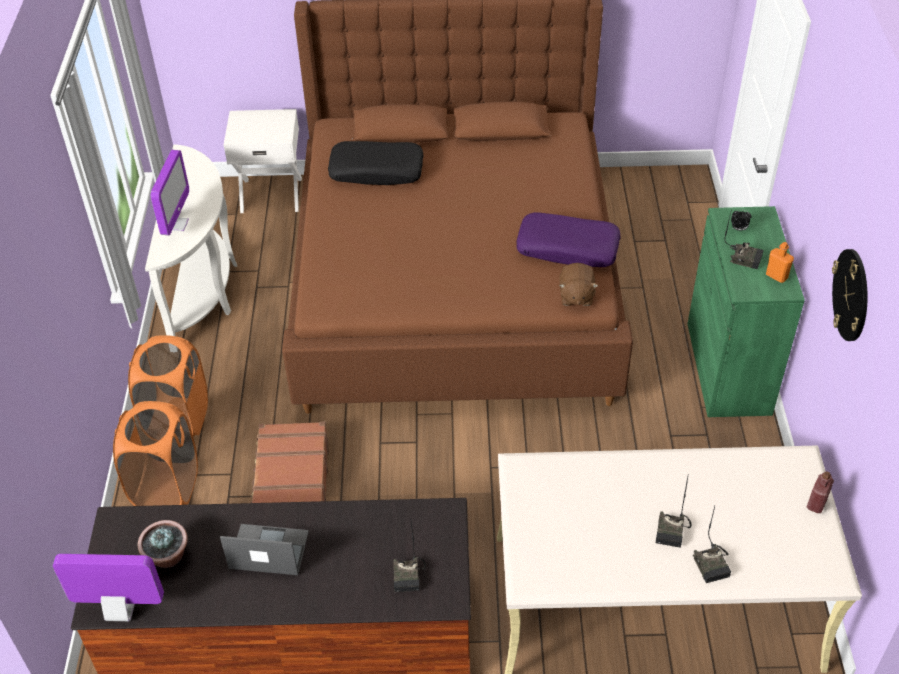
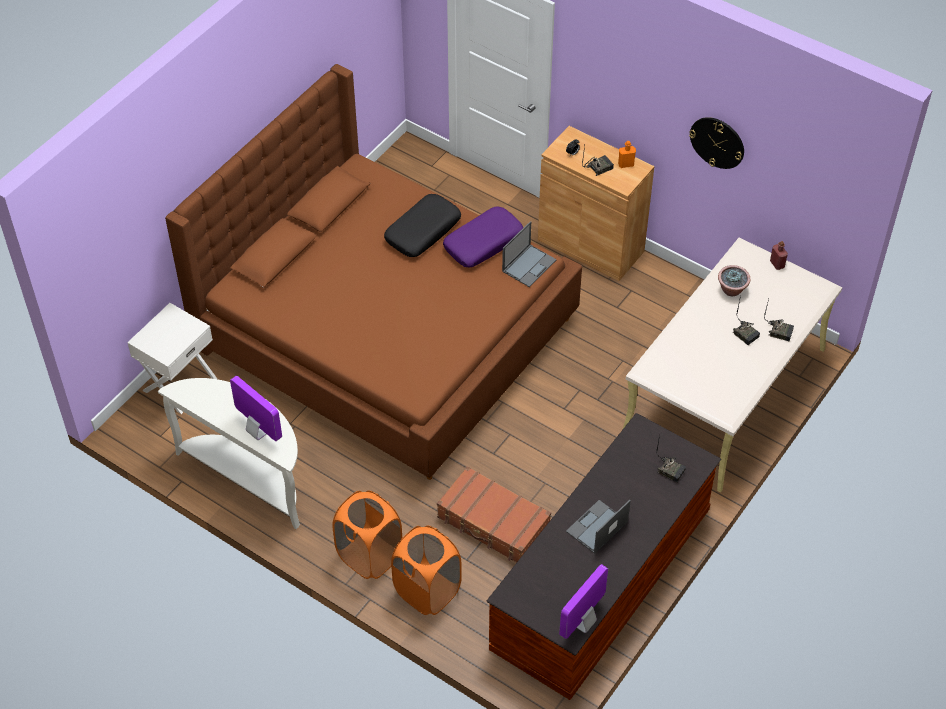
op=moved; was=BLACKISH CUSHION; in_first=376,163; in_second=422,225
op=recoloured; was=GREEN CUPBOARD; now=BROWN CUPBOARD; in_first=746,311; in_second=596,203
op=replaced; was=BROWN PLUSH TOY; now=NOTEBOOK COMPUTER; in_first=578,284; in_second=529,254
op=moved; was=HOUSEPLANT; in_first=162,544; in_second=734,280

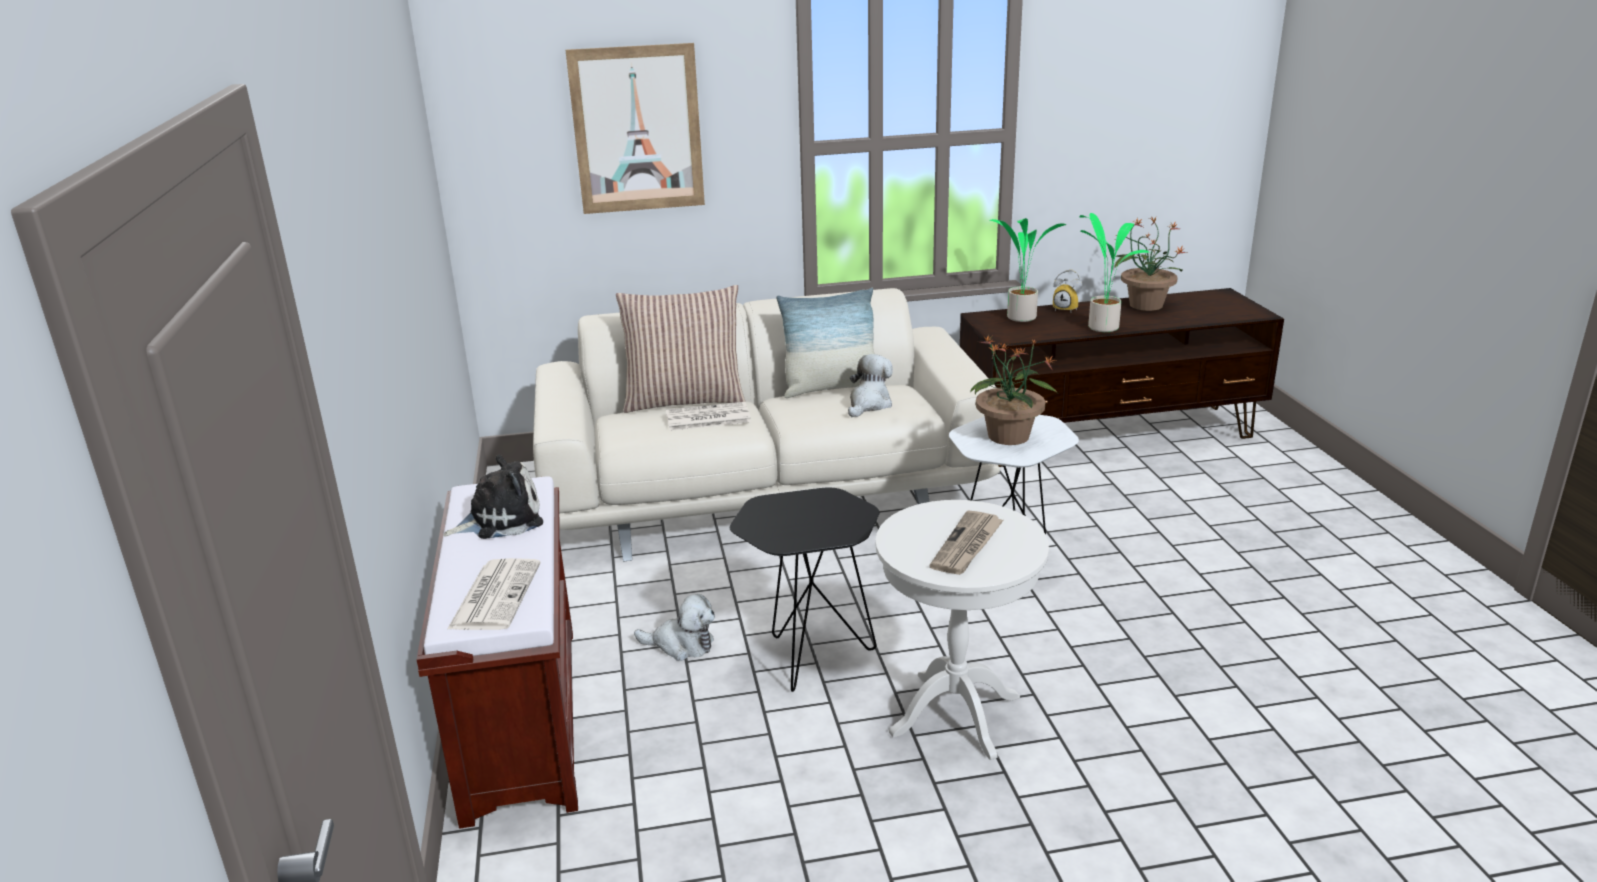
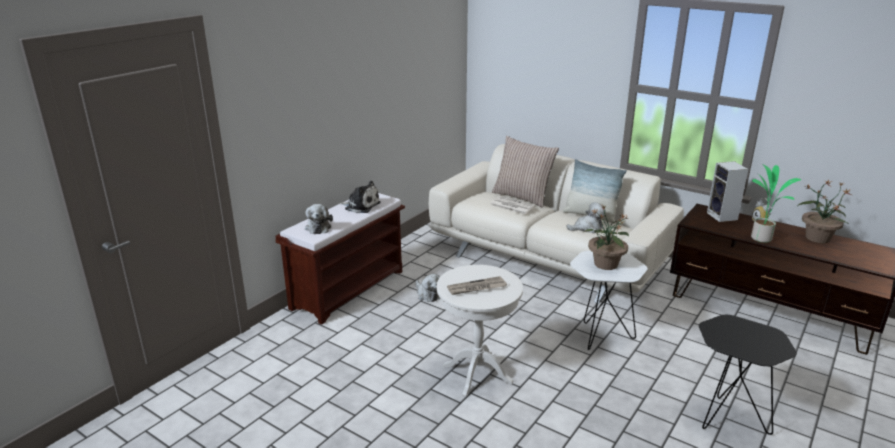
op=removed; was=WALL ART; in_first=635,128
op=replaced; was=HOUSEPLANT; now=SPEAKER; in_first=1027,270; in_second=727,191
op=moved; was=BLACKISH ACCENT TABLE; in_first=804,590; in_second=748,375
op=replaced; was=PRINTED PAPER; now=PLUSH TOY; in_first=494,594; in_second=319,219

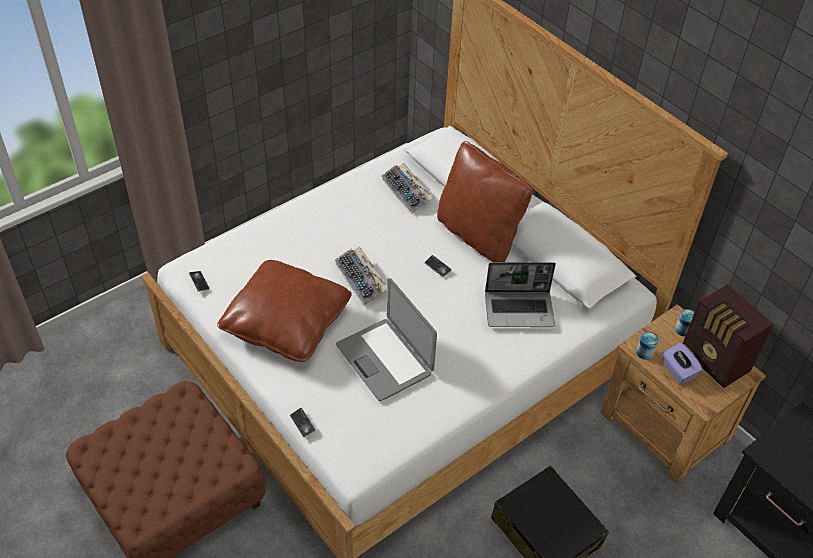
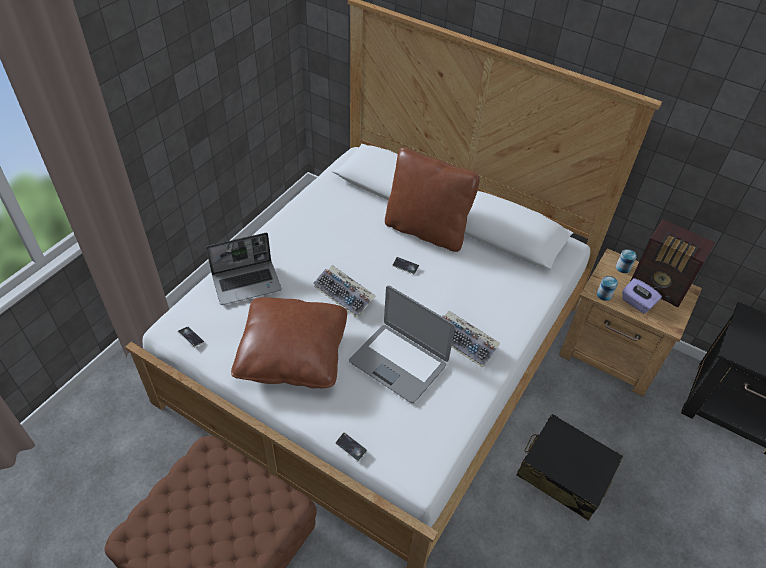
op=moved; was=PC KEYBOARD; in_first=407,188; in_second=471,339
op=moved; was=NOTEBOOK COMPUTER; in_first=520,294; in_second=244,269

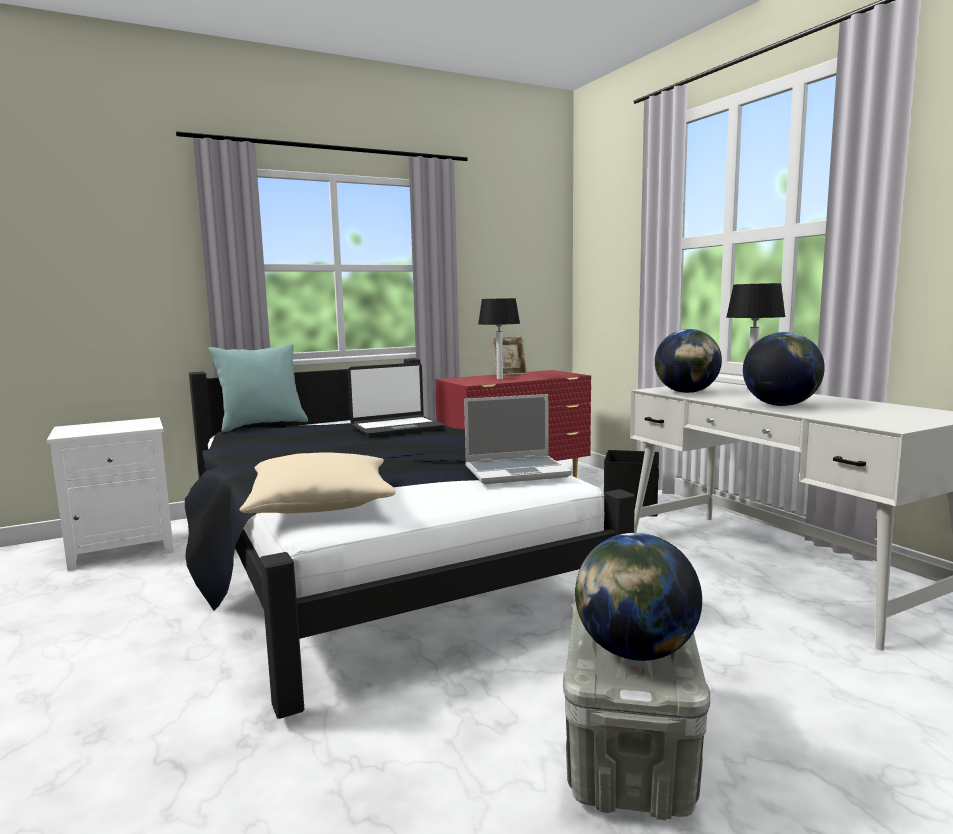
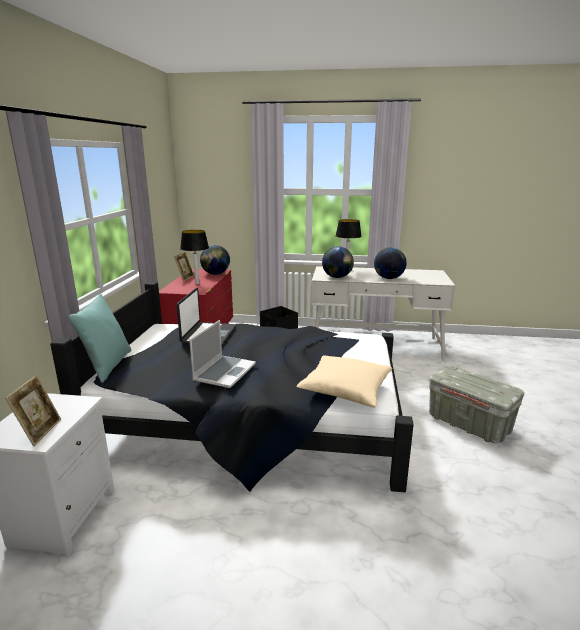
op=moved; was=NOTEBOOK COMPUTER; in_first=517,439; in_second=222,354
op=moved; was=GLOBE; in_first=638,597; in_second=215,260
op=added; now=PICTURE FRAME; in_second=33,410

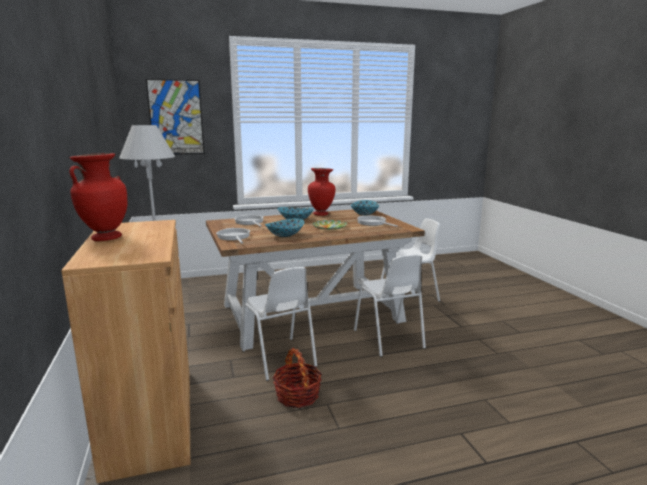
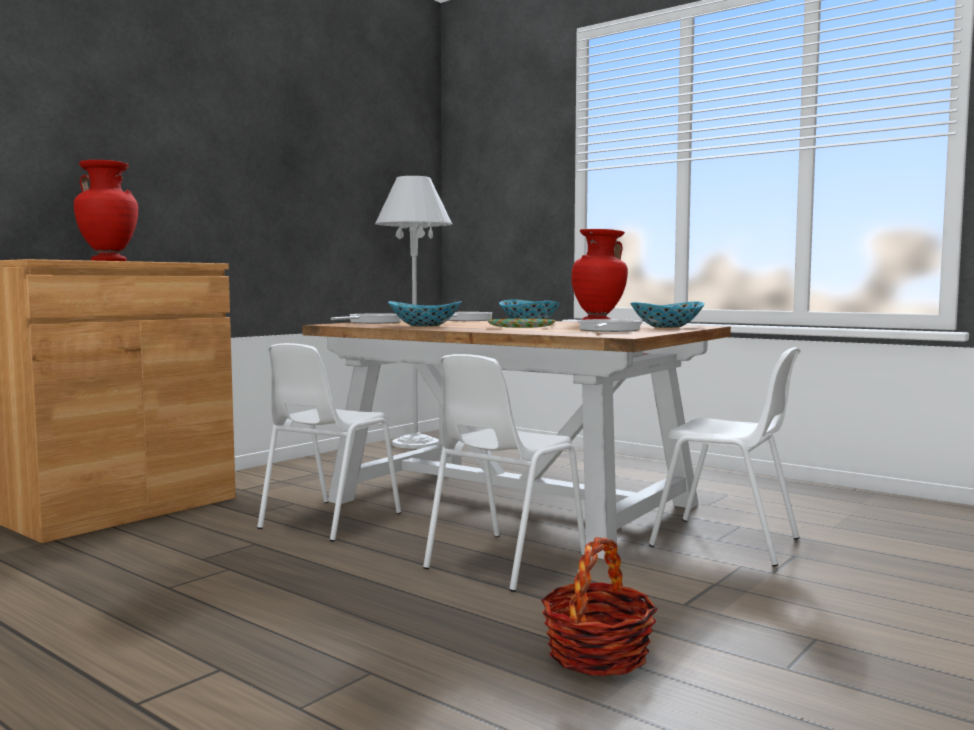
op=removed; was=WALL ART; in_first=175,117
op=moved; was=BASKET; in_first=297,378; in_second=599,607

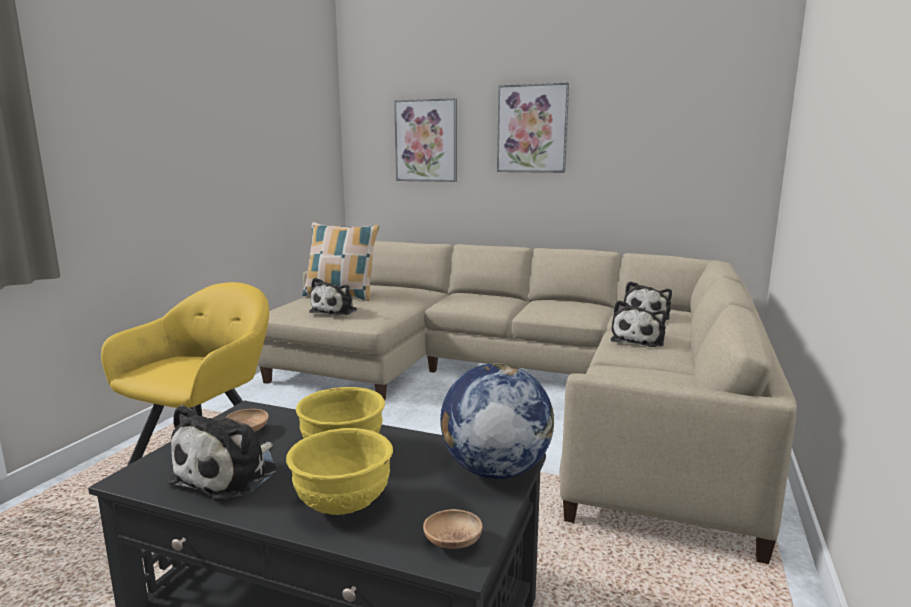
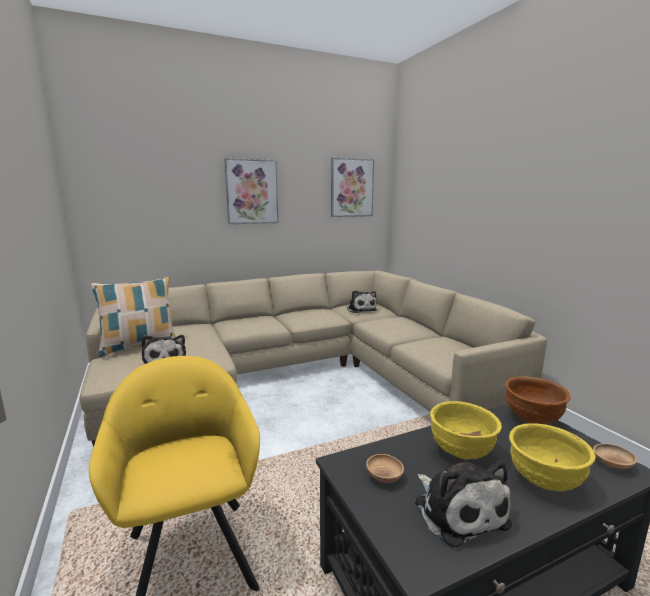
op=moved; was=WALL ART; in_first=425,140; in_second=352,187
op=removed; was=PLUSH TOY; in_first=639,323
op=replaced; was=GLOBE; now=BROWN SERVING BOWL; in_first=497,421; in_second=538,400

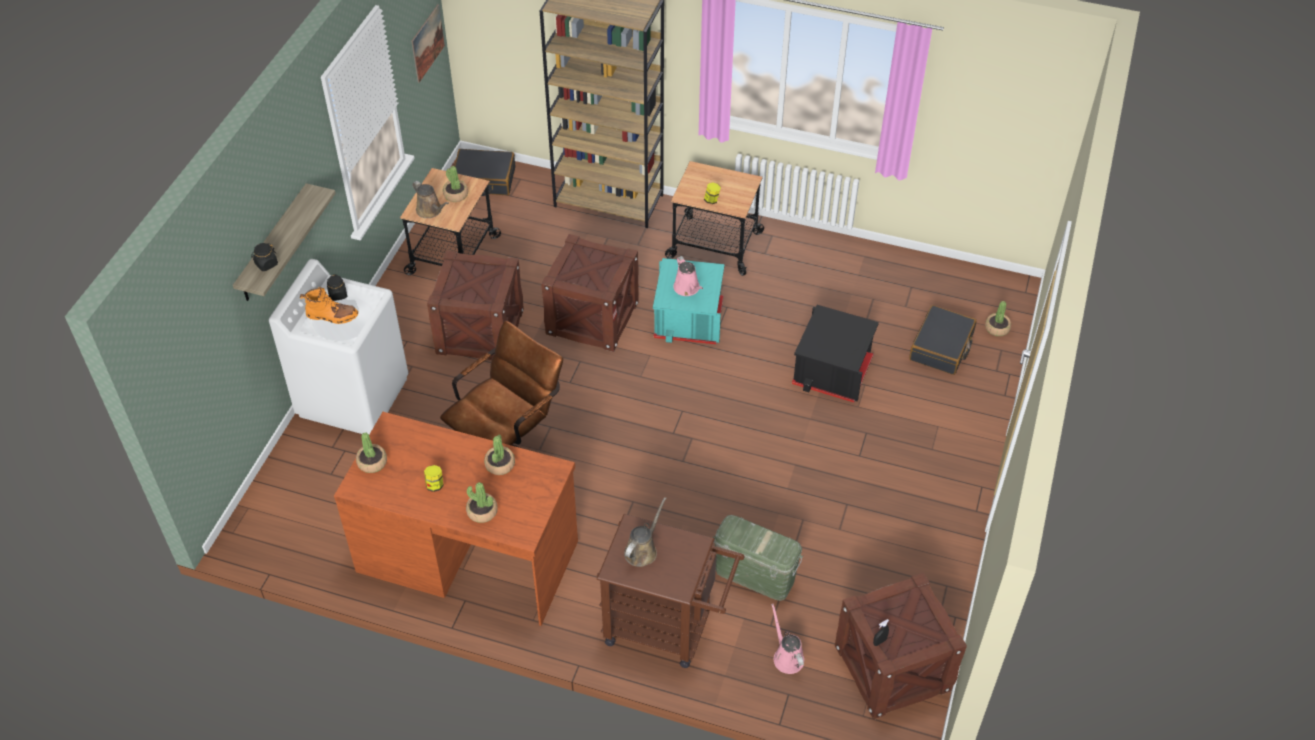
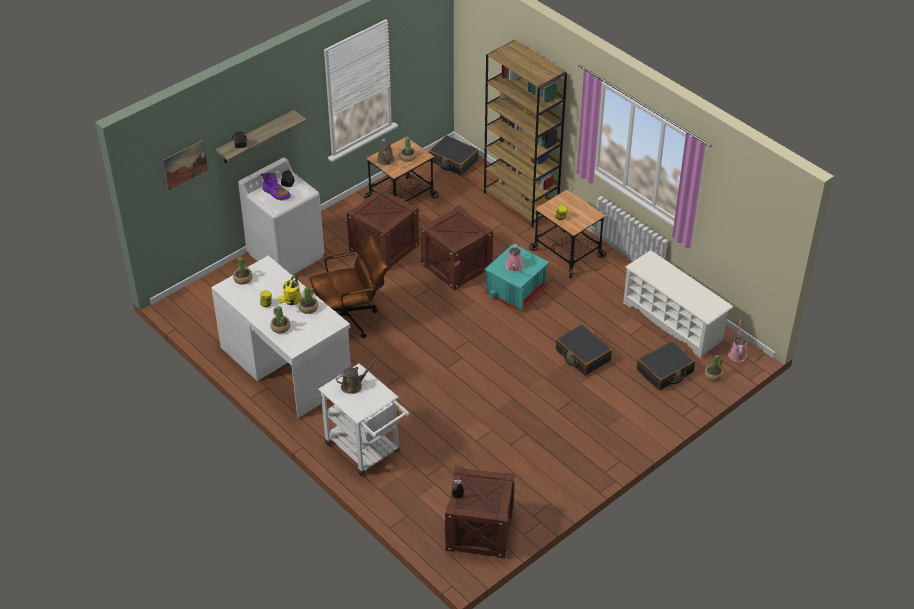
op=moved; was=WALL ART; in_first=428,43; in_second=185,165
op=recoloured; was=ORANGE BOOT; now=PURPLE BOOT; in_first=329,305; in_second=276,186
op=replaced; was=BLACKISH STORAGE BIN; now=BLACKISH SUITCASE; in_first=835,353; in_second=584,350
op=recoloured; was=BROWN DESK UNIT; now=WHITISH DESK UNIT; in_first=456,519; in_second=281,337
op=recoloured; was=BROWN WHEELED CART; now=WHITISH WHEELED CART; in_first=671,591; in_second=363,419
op=removed; was=GREEN STORAGE BIN; in_first=758,558
op=moved; was=PINKISH WATERING POT; in_first=787,639; in_second=737,340
op=added; now=WHITISH SHOE RACK; in_second=678,304
op=added; now=YELLOW WATERING POT; in_second=289,290

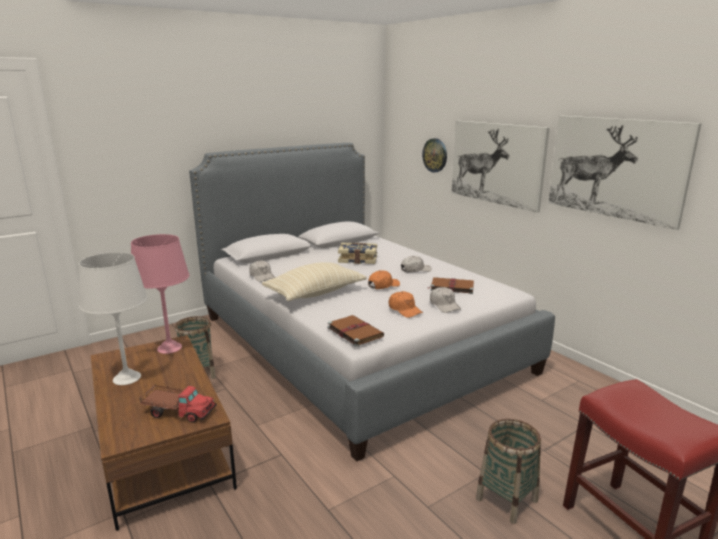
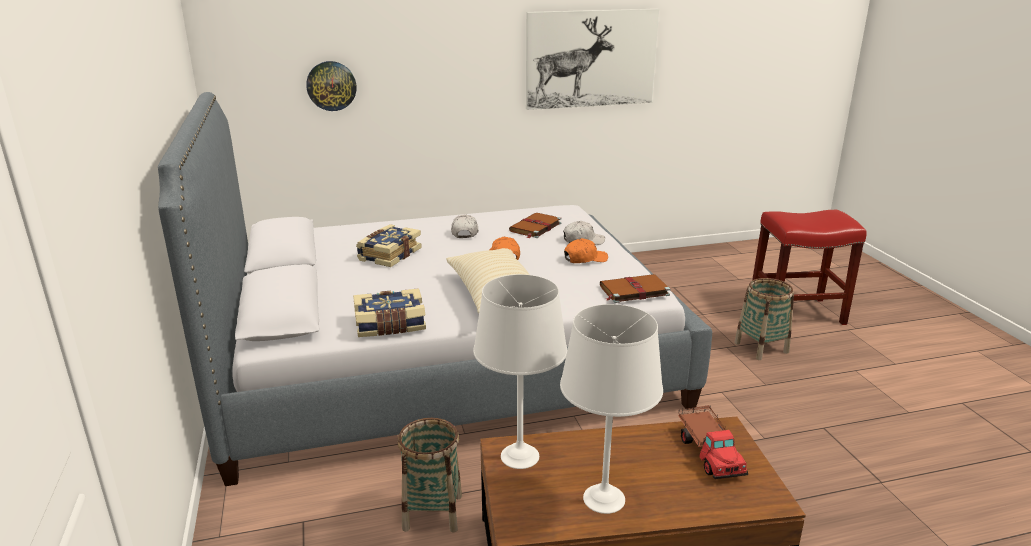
op=removed; was=WALL ART; in_first=500,167
op=recoloured; was=PINKISH LAMP FOR A TABLE; now=WHITISH LAMP FOR A TABLE; in_first=160,294; in_second=520,371
op=replaced; was=WHITISH BASEBALL CAP; now=BOOK; in_first=262,271; in_second=389,312
op=turned; was=MODEL TRUCK; in_first=178,404; in_second=713,442; clockwise=135

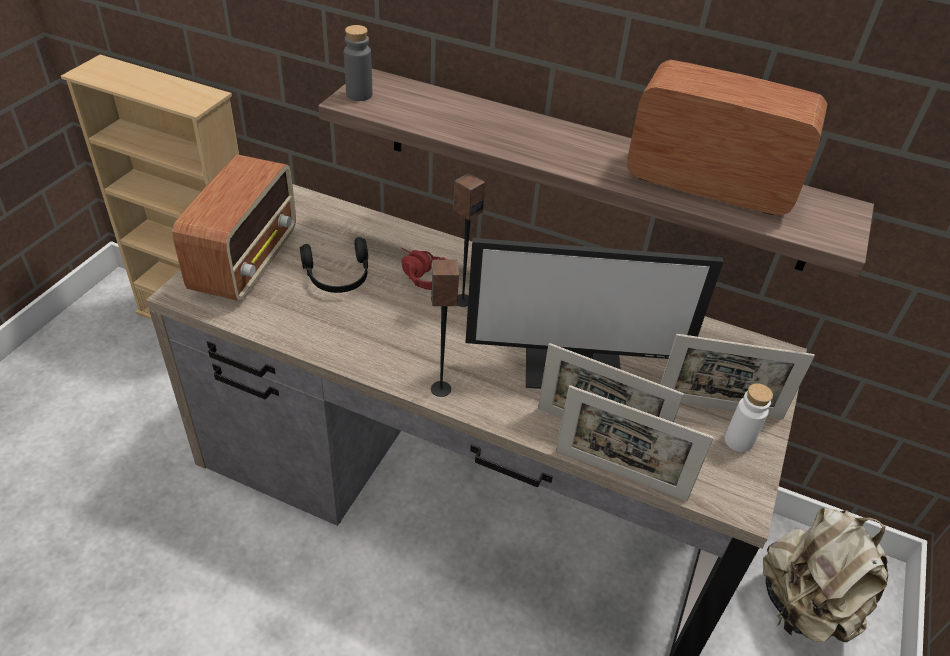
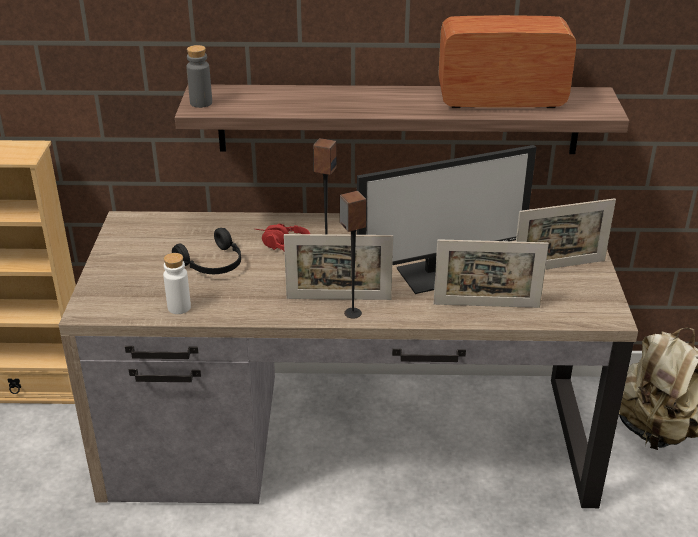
op=removed; was=RADIO SET; in_first=234,228
op=moved; was=WHITISH BOTTLE; in_first=749,417; in_second=177,283
op=moved; was=PICTURE FRAME; in_first=635,443; in_second=338,267

